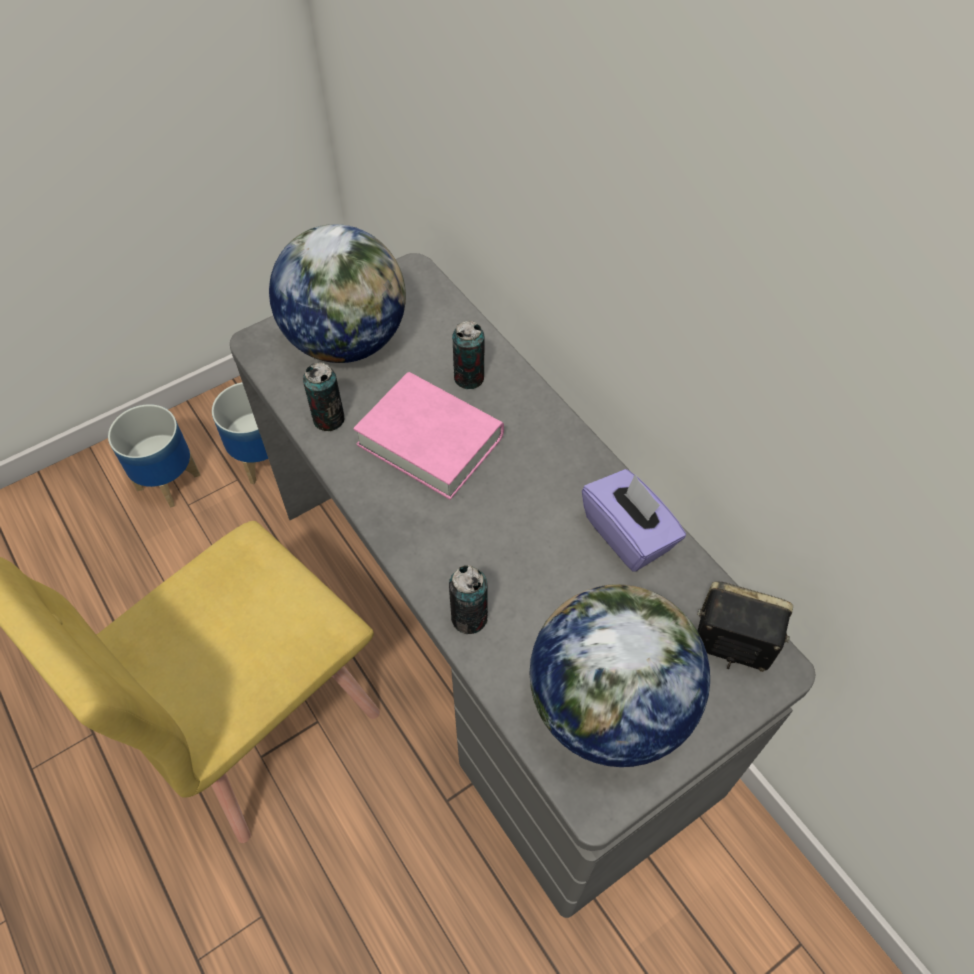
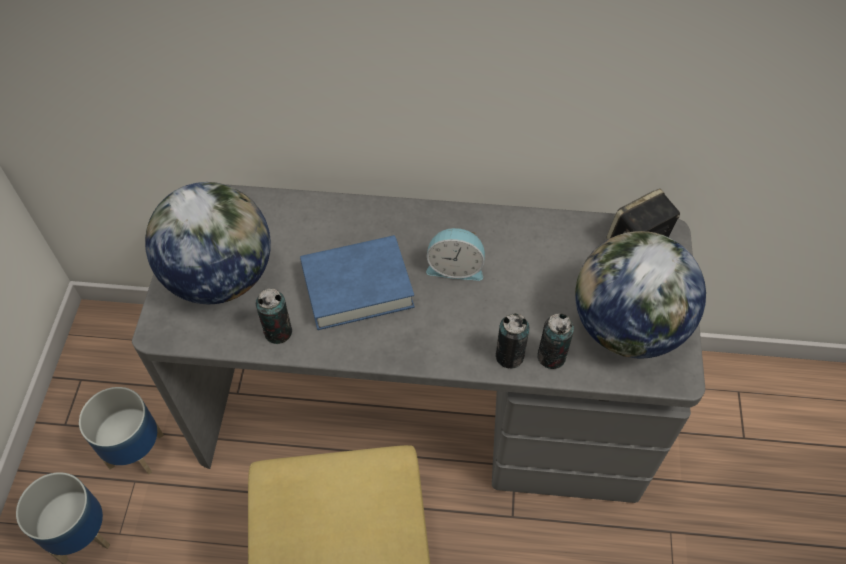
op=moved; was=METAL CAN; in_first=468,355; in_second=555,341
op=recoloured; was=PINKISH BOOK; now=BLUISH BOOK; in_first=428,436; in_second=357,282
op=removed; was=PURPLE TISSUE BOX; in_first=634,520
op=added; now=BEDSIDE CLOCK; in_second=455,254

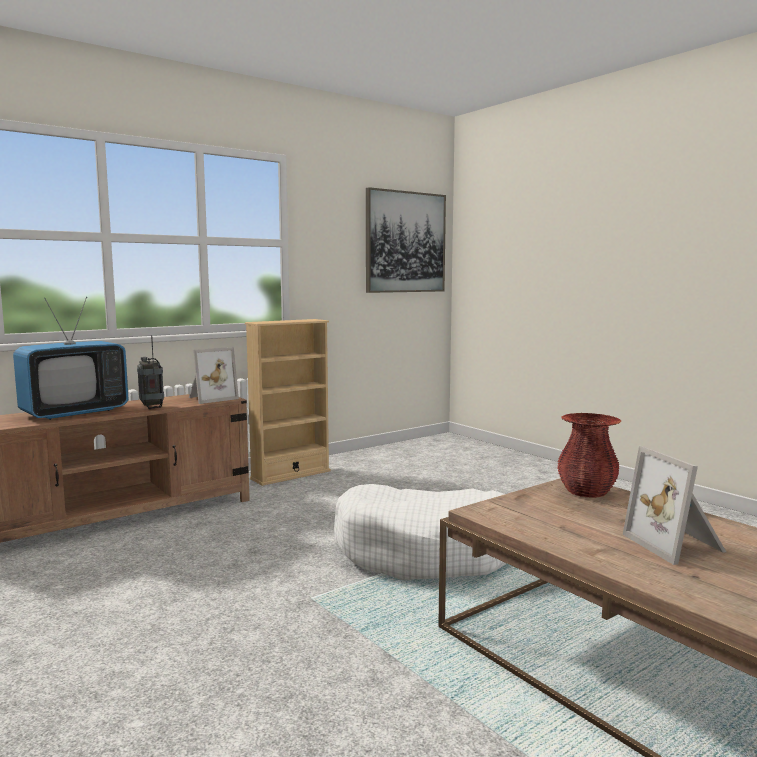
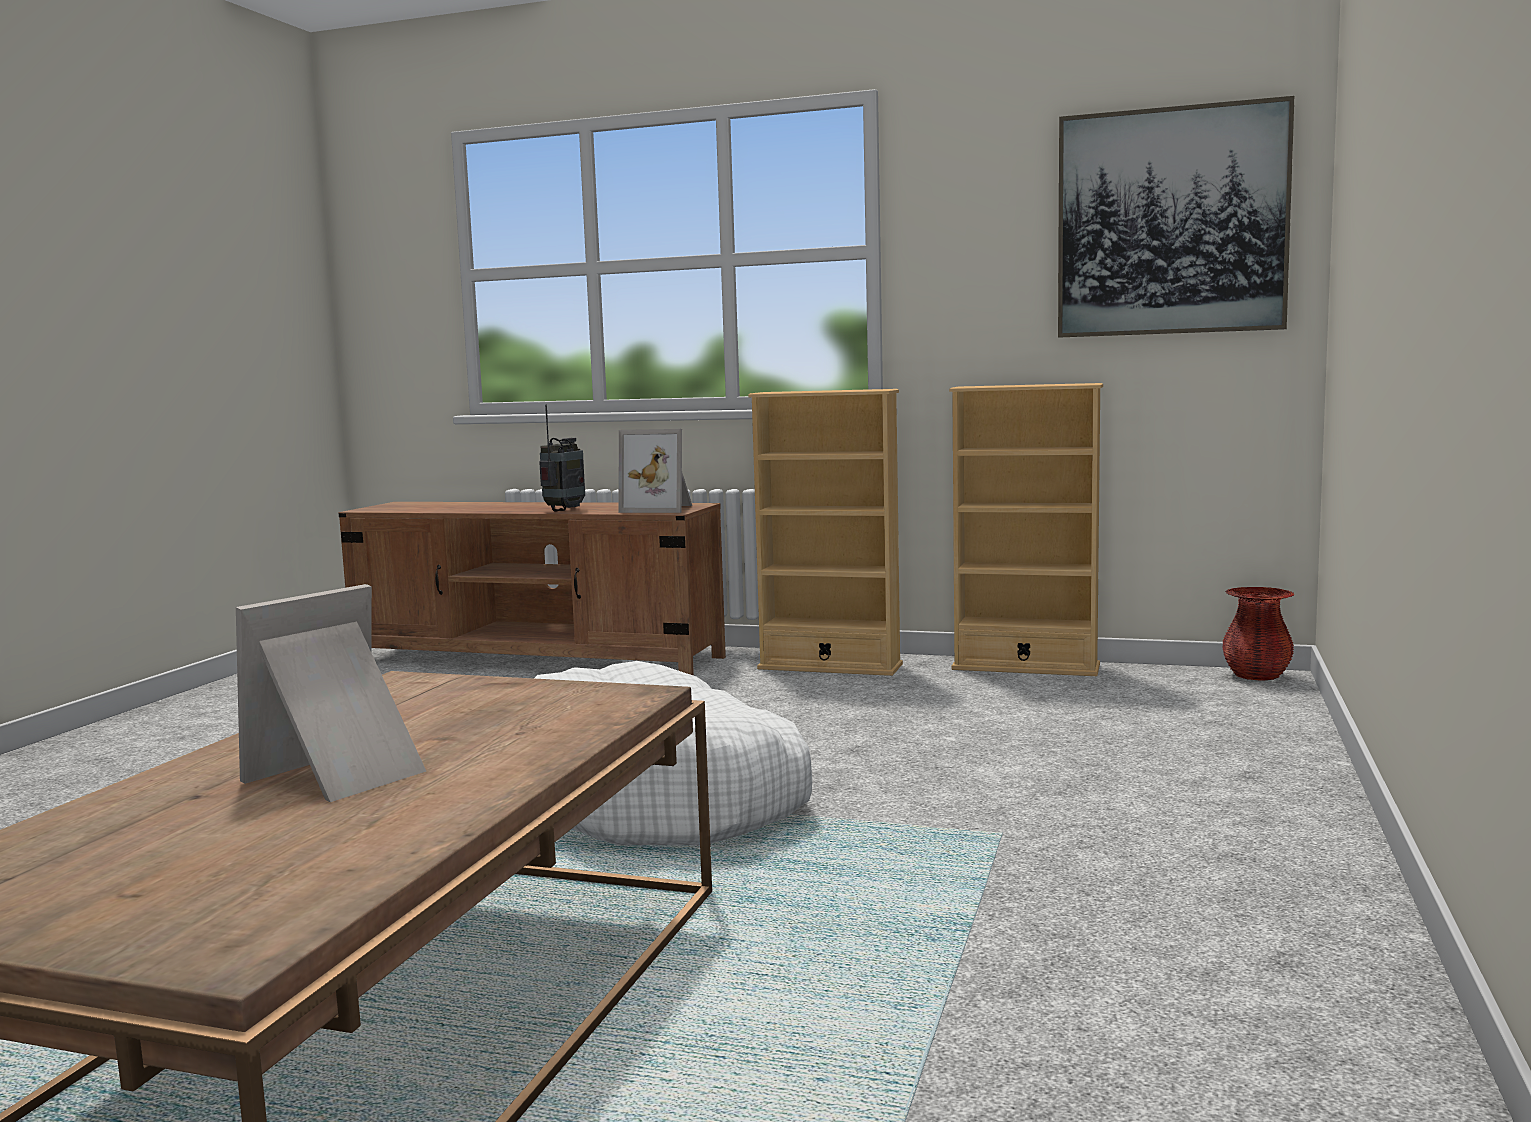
op=removed; was=TV SET; in_first=70,358
op=moved; was=RED-COLOURED VASE; in_first=589,455; in_second=1258,634
op=added; now=SAND-COLOURED BOOKCASE; in_second=1026,529

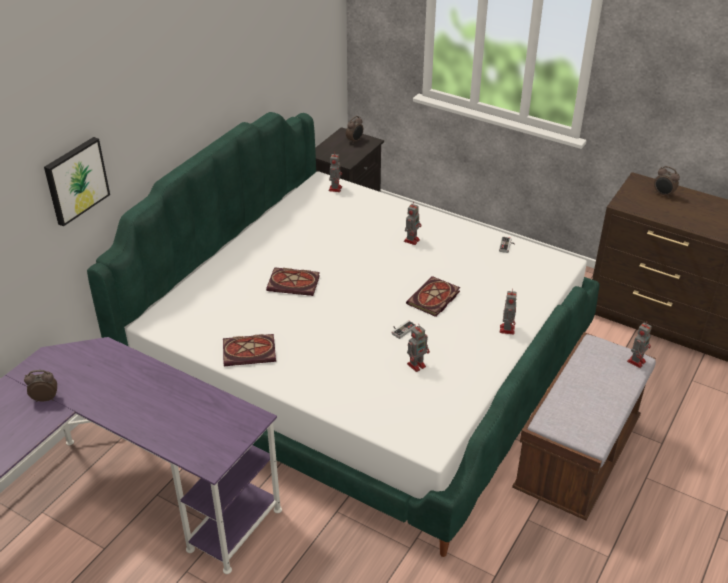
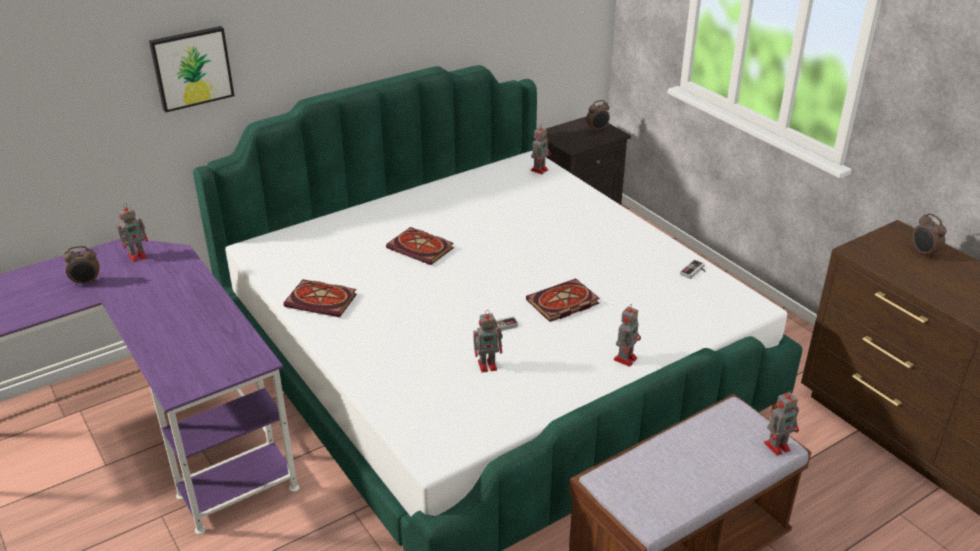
op=moved; was=ROBOT FIGURE; in_first=413,223; in_second=132,232
op=turned; was=BEDSIDE CLOCK; in_first=40,386; in_second=81,266; clockwise=150

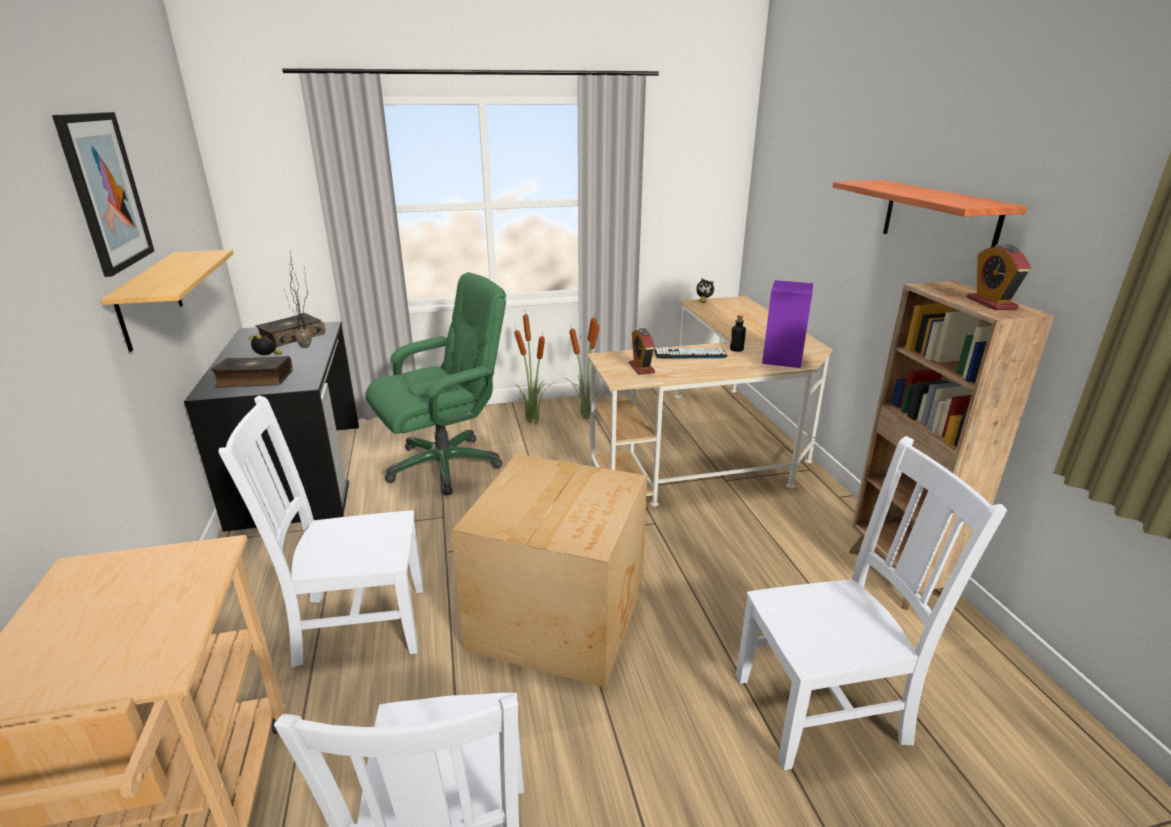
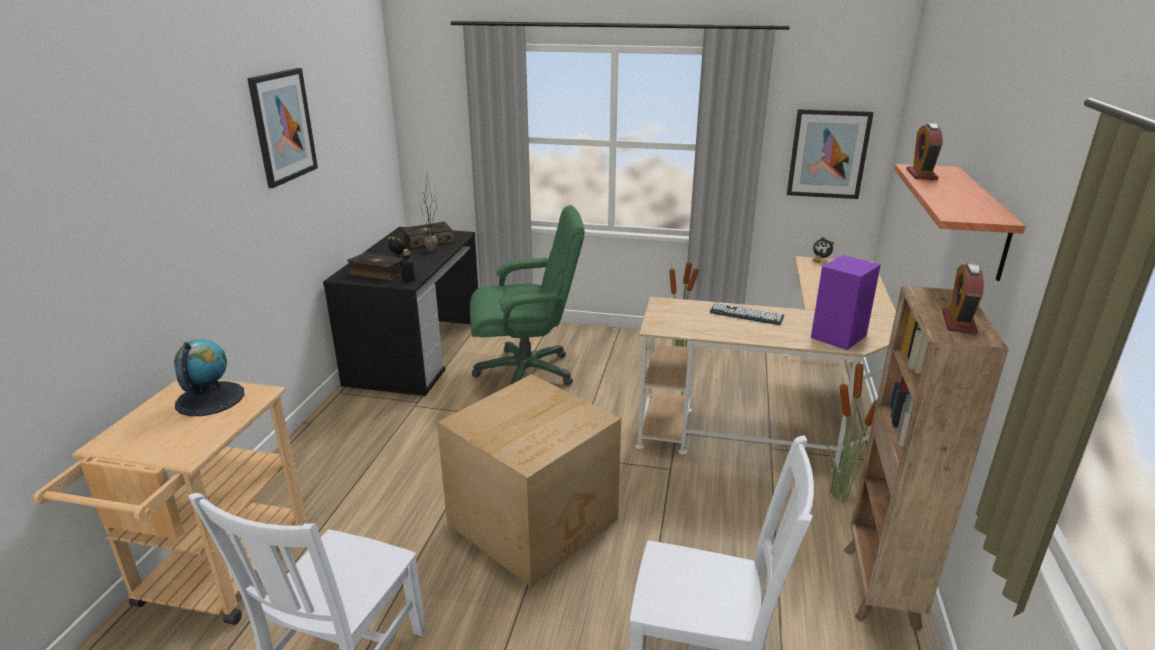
op=removed; was=BRACKET SHELF; in_first=167,301
op=moved; was=HOUSEPLANT; in_first=534,368; in_second=850,429
op=moved; was=BOTTLE; in_first=738,333; in_second=407,265
op=moved; was=BEDSIDE CLOCK; in_first=642,351; in_second=924,151
op=removed; was=WHITISH PLAIN CHAIR; in_first=321,532
op=added; now=WALL ART; in_second=830,154
op=added; now=GLOBE; in_second=209,377

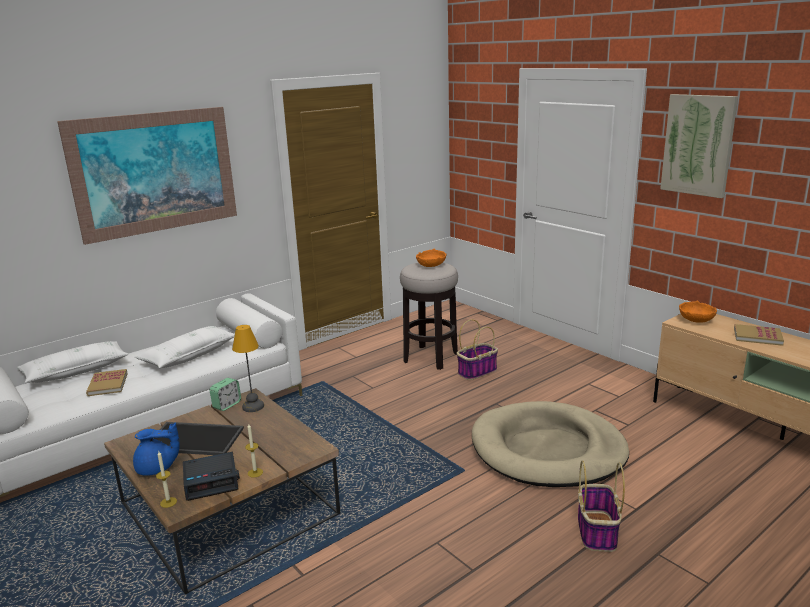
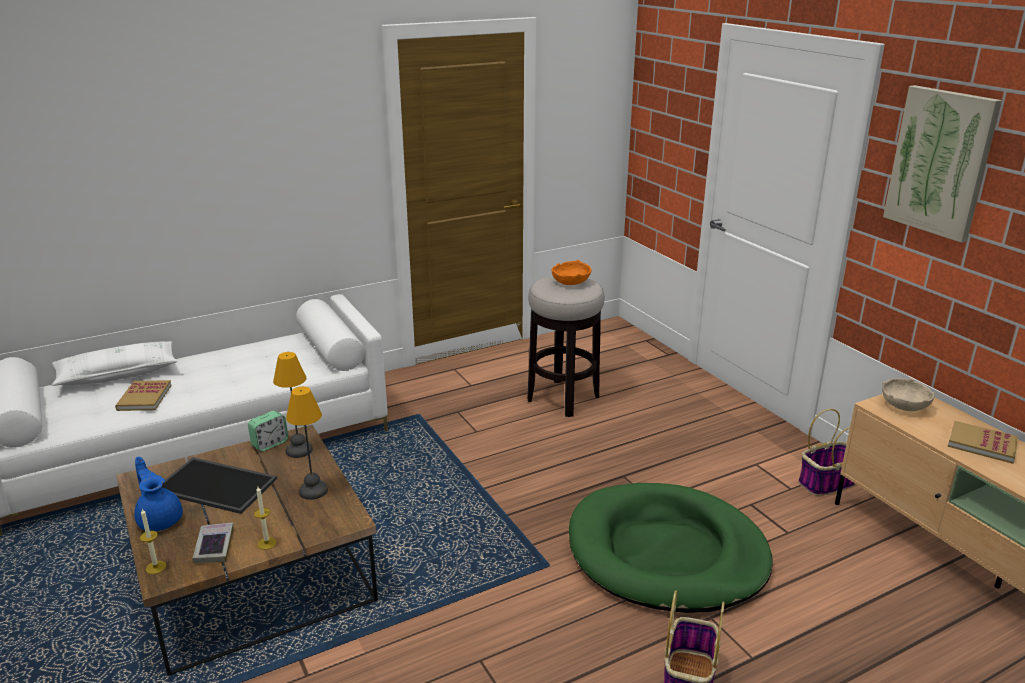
op=removed; was=WALL ART; in_first=147,176
op=recoloured; was=ORANGE SERVING BOWL; now=SAND-COLOURED SERVING BOWL; in_first=698,312; in_second=908,394
op=moved; was=BASKET; in_first=477,349; in_second=827,452
op=removed; was=WHITISH CUSHION; in_first=184,347
op=recoloured; was=SAND-COLOURED PET BED; now=GREEN PET BED; in_first=550,444; in_second=671,548
op=turned; was=BLUISH TEAPOT; in_first=156,448; in_second=158,494; clockwise=-135
op=replaced; was=BEDSIDE CLOCK; now=BOOK; in_first=211,476; in_second=213,542
op=added; now=LAMP FOR A TABLE; in_second=307,443

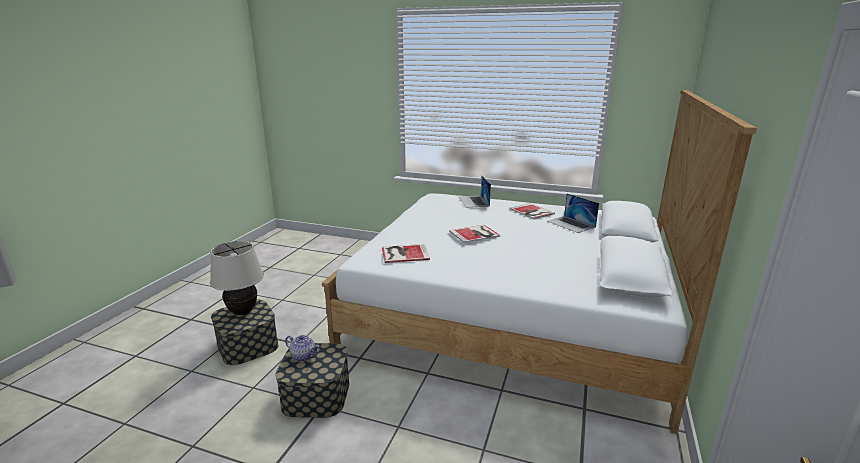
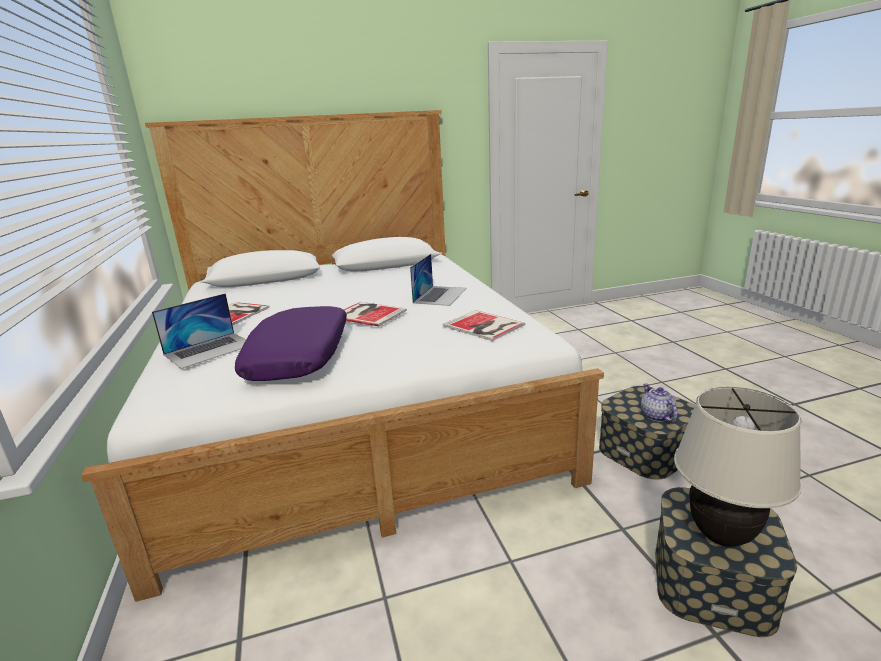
op=moved; was=NOTEBOOK COMPUTER; in_first=573,213; in_second=438,280
op=added; now=PURPLE CUSHION; in_second=291,343

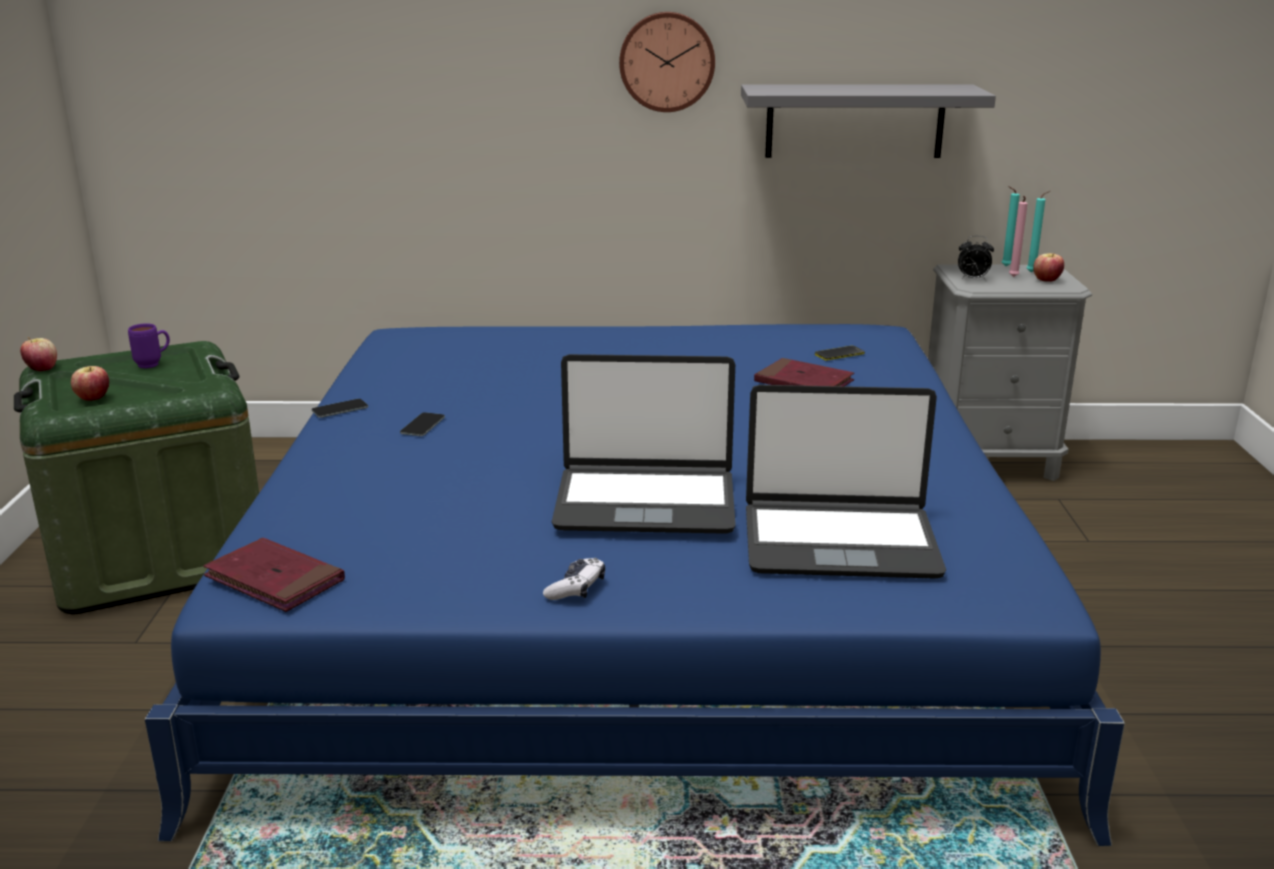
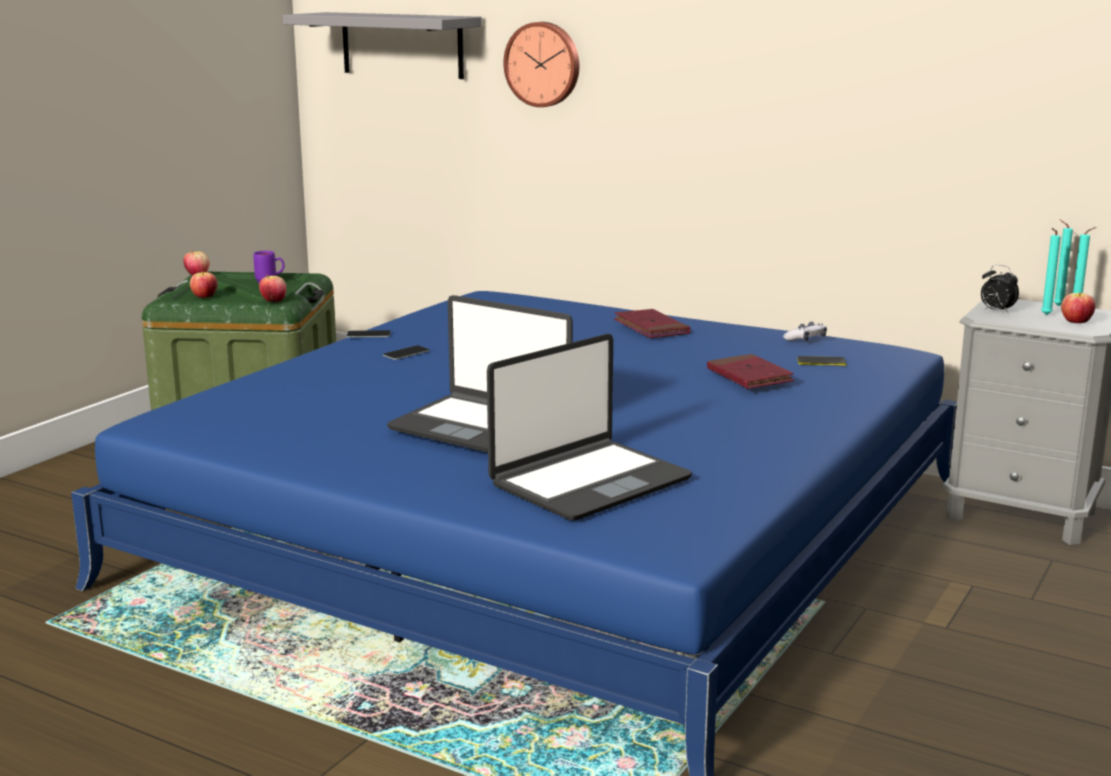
op=moved; was=CLOCK ON THE WALL; in_first=667,62; in_second=541,64
op=moved; was=GREYISH BRACKET SHELF; in_first=868,121; in_second=382,45
op=recoloured; was=PINKISH WAX LIGHT; now=TURQUOISE-COLOURED WAX LIGHT; in_first=1018,236; in_second=1051,271
op=turned; was=NOTEBOOK COMPUTER; in_first=846,482; in_second=589,427; clockwise=-75
op=moved; was=RED-COLOURED BOOK; in_first=274,575; in_second=652,323
op=moved; was=GAMEPAD; in_first=574,579; in_second=805,331
op=added; now=APPLE FRUIT; in_second=272,288

